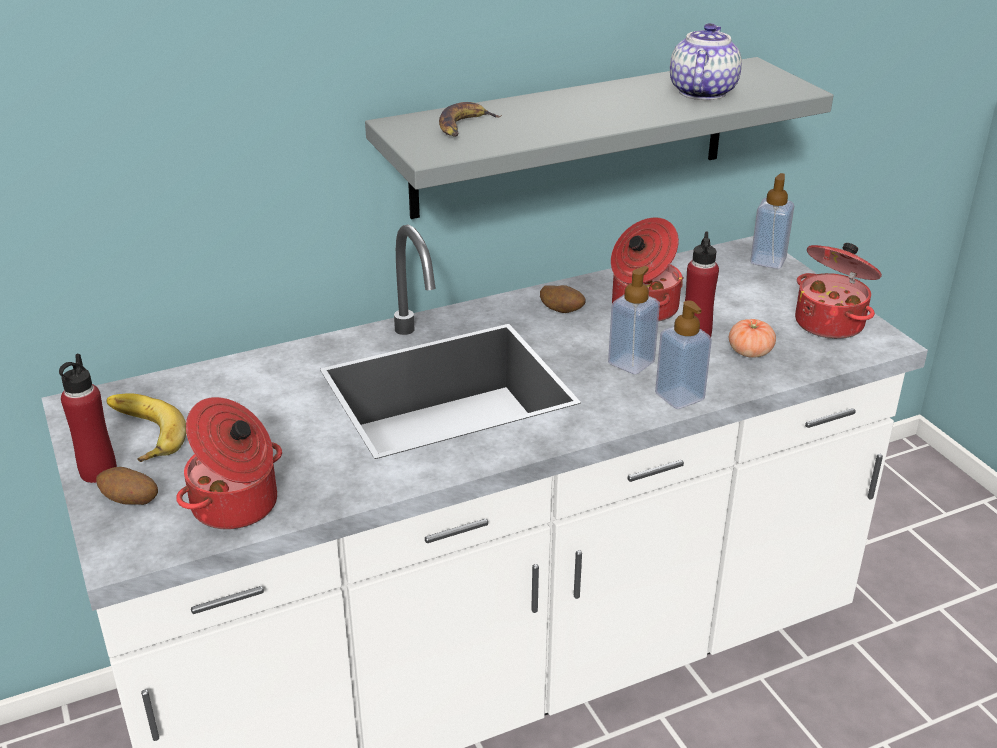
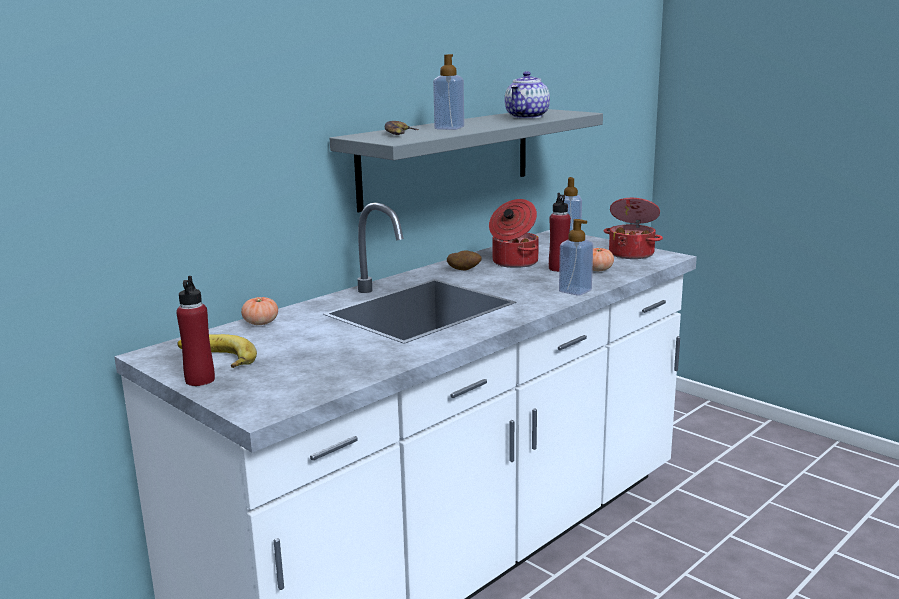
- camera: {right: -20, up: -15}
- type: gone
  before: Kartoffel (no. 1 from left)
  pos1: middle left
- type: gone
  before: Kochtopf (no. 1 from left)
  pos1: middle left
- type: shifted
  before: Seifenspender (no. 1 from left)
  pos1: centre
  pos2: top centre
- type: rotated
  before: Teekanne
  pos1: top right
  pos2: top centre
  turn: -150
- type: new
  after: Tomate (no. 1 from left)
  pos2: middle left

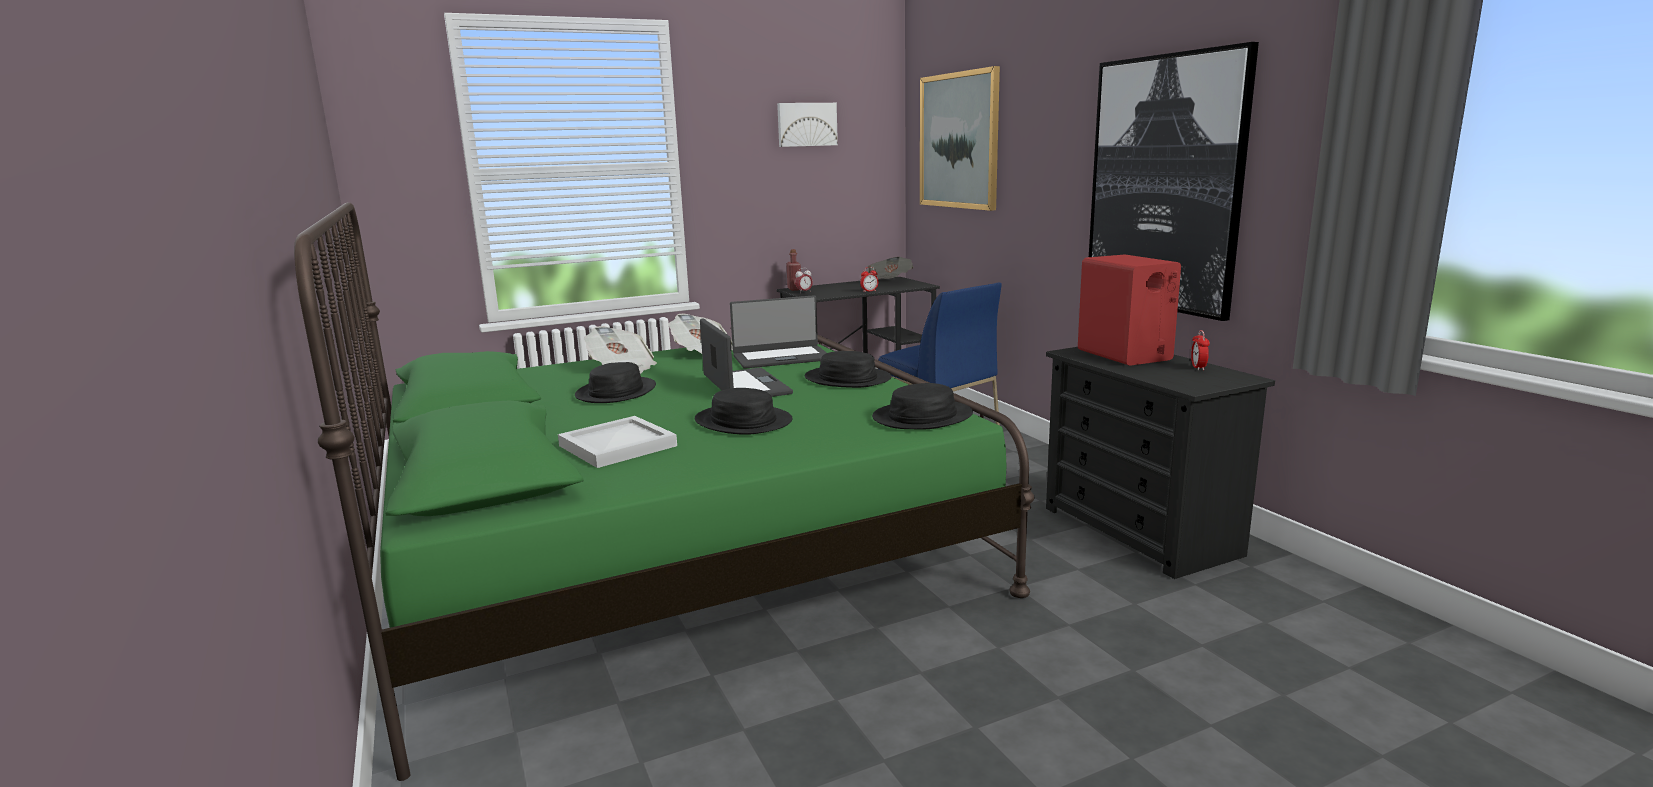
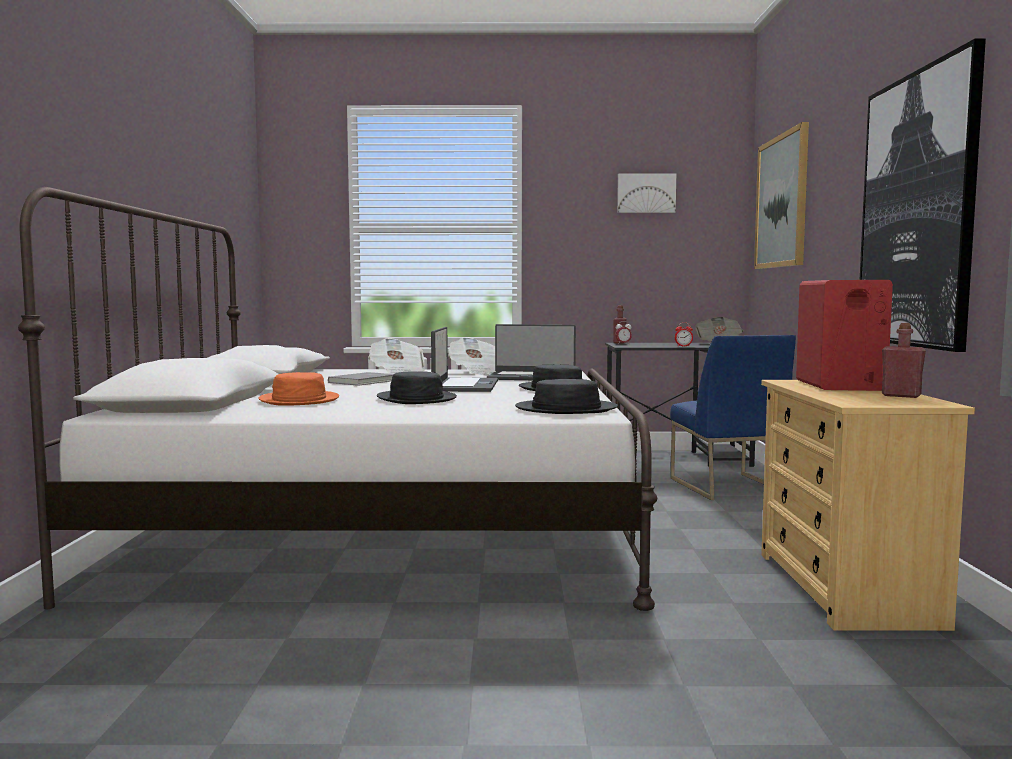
- camera: {right: 25, up: -10}
- type: repainted
  before: Bett (grün)
  after: Bett (weiß)
  pos1: centre
  pos2: middle left
- type: swapped
  before: Tablett (weiß)
  after: Hut (orange)
  pos1: centre
  pos2: middle left
- type: swapped
  before: Hut (schwarz) (no. 1 from left)
  after: Buch (grau)
  pos1: centre
  pos2: centre
- type: repainted
  before: Kommode (schwarz)
  after: Kommode (beige)
  pos1: middle right
  pos2: middle right
- type: swapped
  before: Wecker (no. 3 from left)
  after: Flasche (rot) (no. 2 from left)
  pos1: middle right
  pos2: middle right

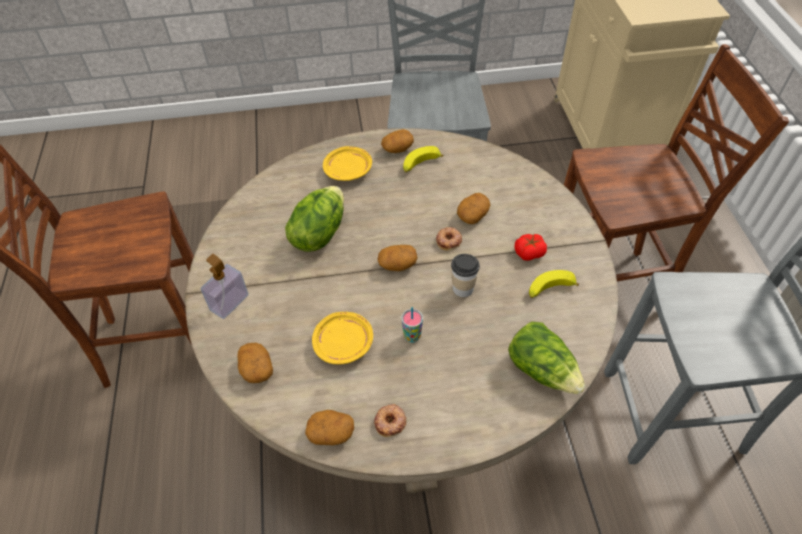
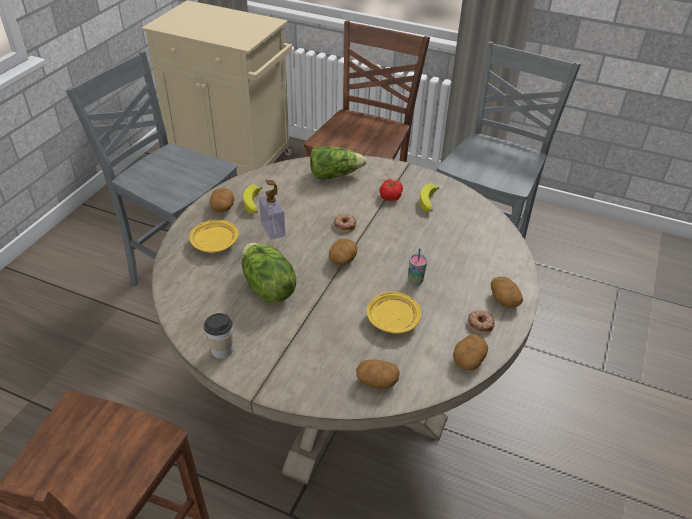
- camera: {right: -60, up: -10}
- type: shifted
  before: Seifenspender
  pos1: middle left
  pos2: centre
- type: shifted
  before: Tasse (no. 2 from left in the first image)
  after: Tasse (no. 1 from left)
  pos1: centre
  pos2: middle left
- type: shifted
  before: Kartoffel (no. 5 from left)
  pos1: centre
  pos2: middle right
- type: shifted
  before: Salatkopf (no. 2 from left)
  pos1: bottom right
  pos2: top centre

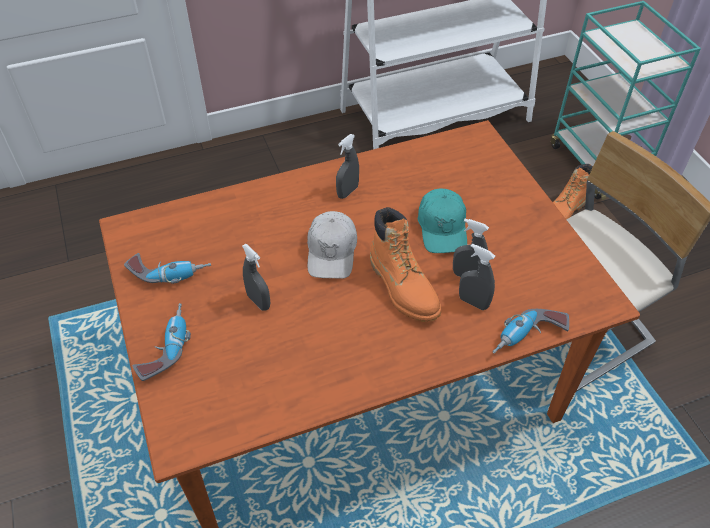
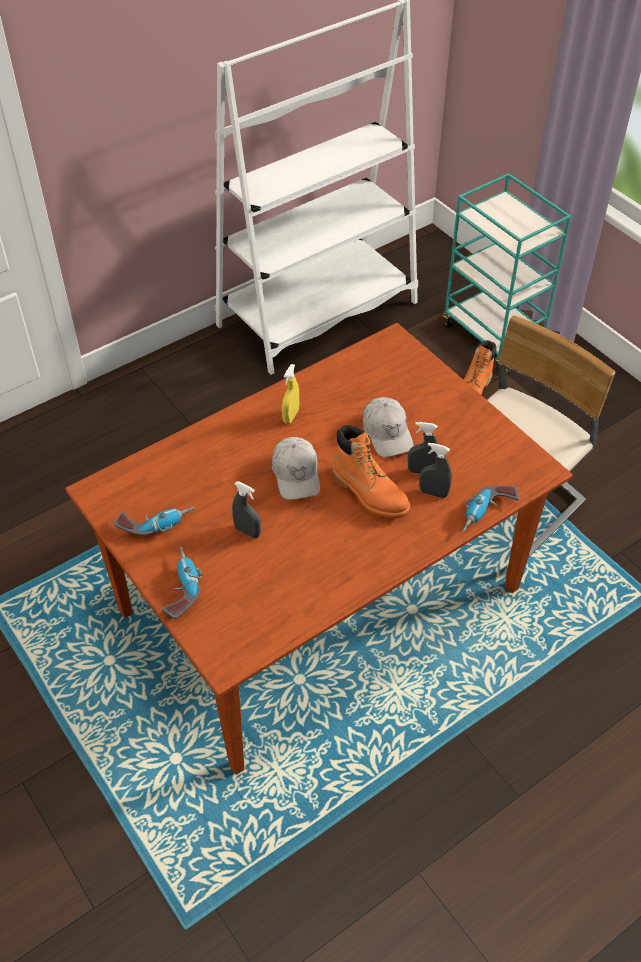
- camera: {right: -15, up: 0}
- type: repainted
  before: Sprühflasche (grau) (no. 2 from left)
  after: Sprühflasche (gelb)
  pos1: top centre
  pos2: centre
- type: repainted
  before: Kappe (türkis)
  after: Kappe (weiß) (no. 2 from left)
  pos1: centre
  pos2: centre

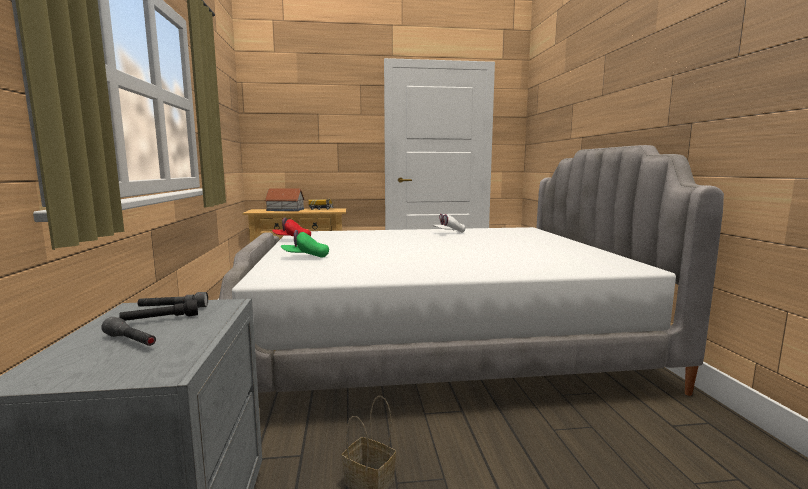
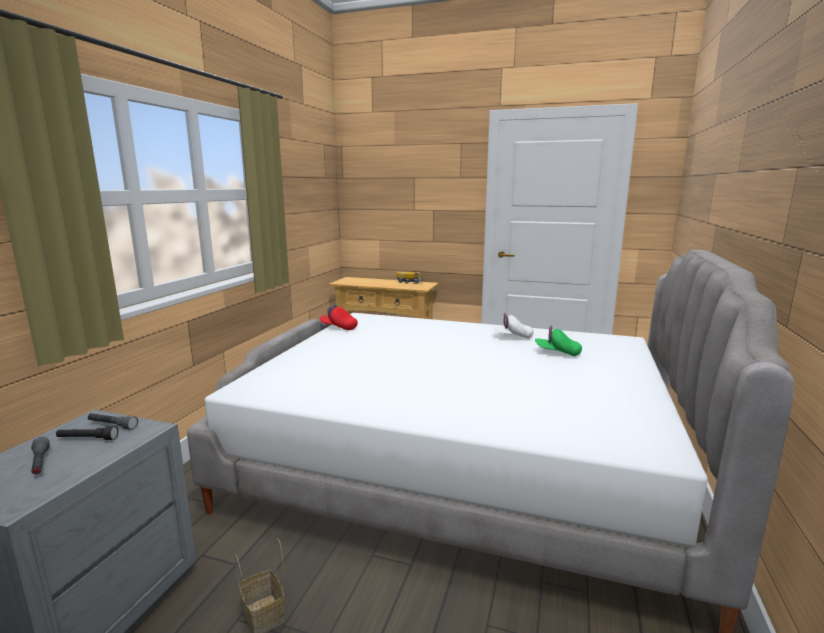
- camera: {right: 25, up: 5}
- type: gone
  before: Spielzeughaus
  pos1: centre
- type: shifted
  before: Kappe (grün)
  pos1: centre
  pos2: middle right

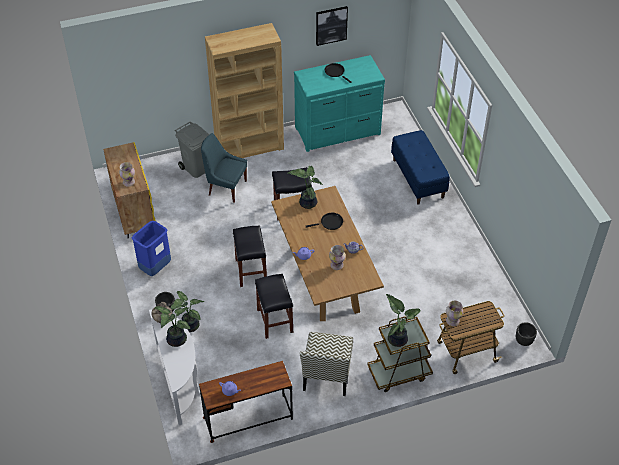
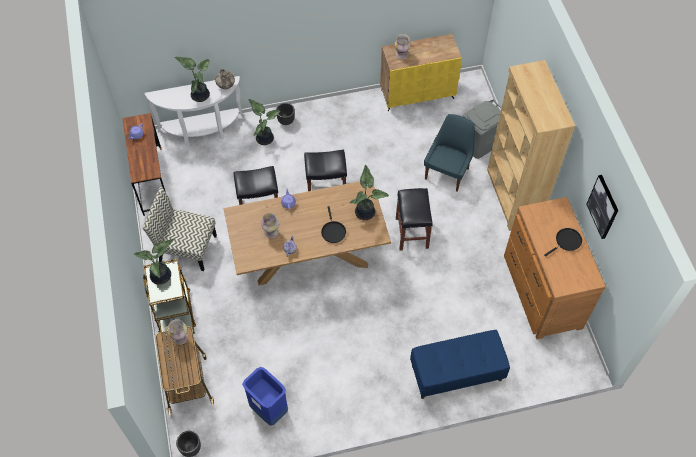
- camera: {right: 95, up: 10}
- type: shifted
  before: Mülleimer (blau)
  pos1: middle left
  pos2: bottom centre
- type: repainted
  before: Kommode (türkis)
  after: Kommode (braun)
  pos1: top centre
  pos2: middle right

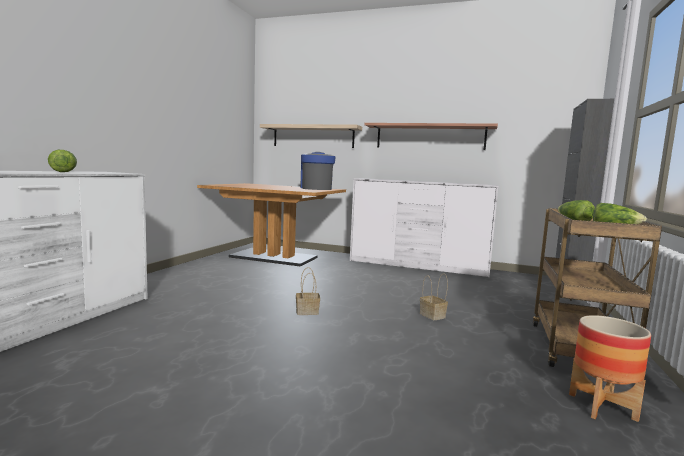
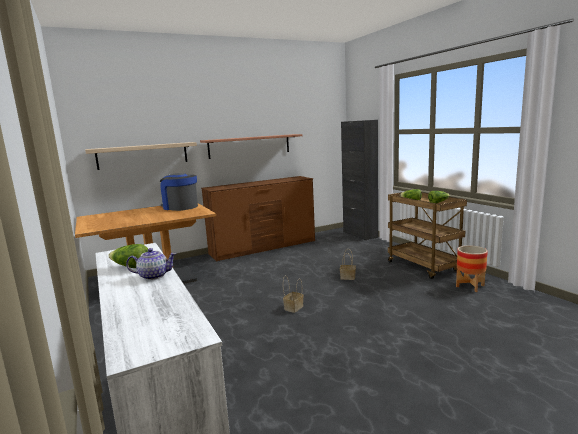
- camera: {right: -45, up: 5}
- type: repainted
  before: Kommode (weiß) (no. 2 from left)
  after: Kommode (braun)
  pos1: centre
  pos2: centre
- type: new
  after: Teekanne
  pos2: middle left

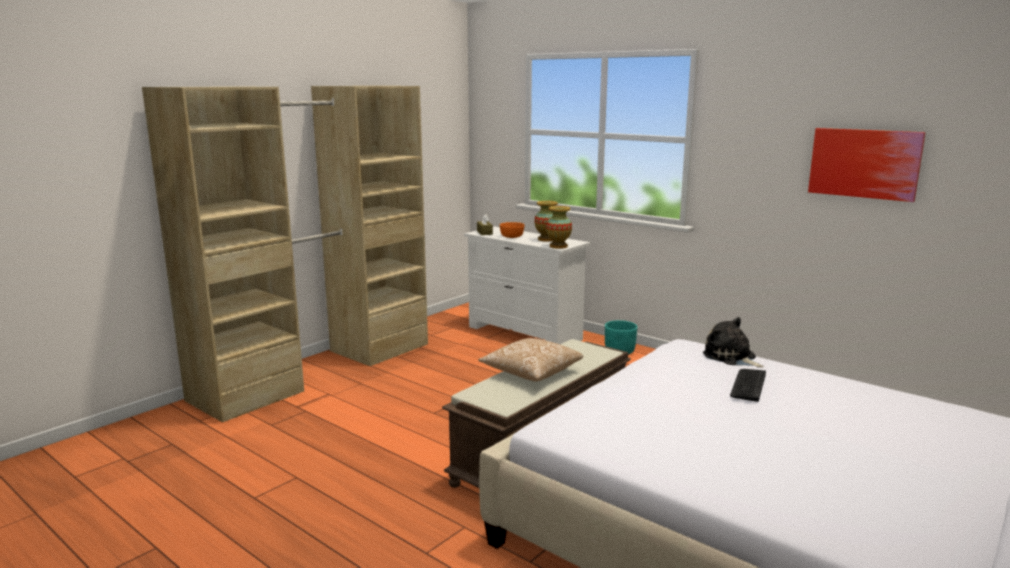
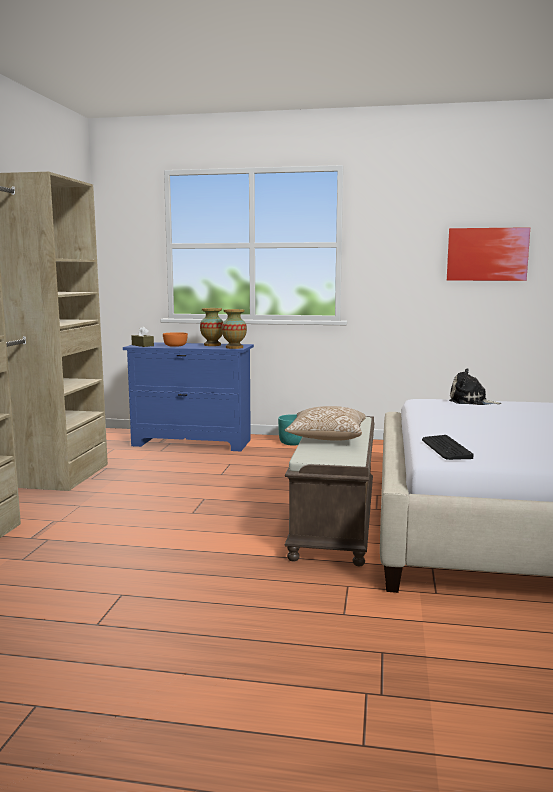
- camera: {right: -30, up: -5}
- type: repainted
  before: Kommode (weiß)
  after: Kommode (blau)
  pos1: centre
  pos2: centre
- type: shifted
  before: Tastatur
  pos1: bottom right
  pos2: middle right

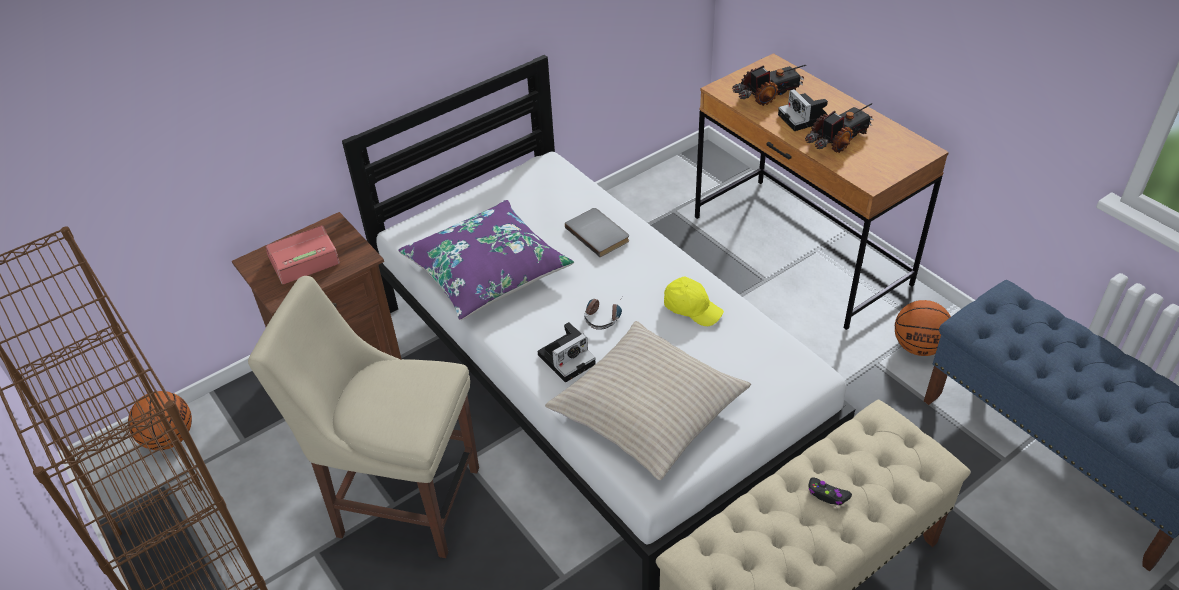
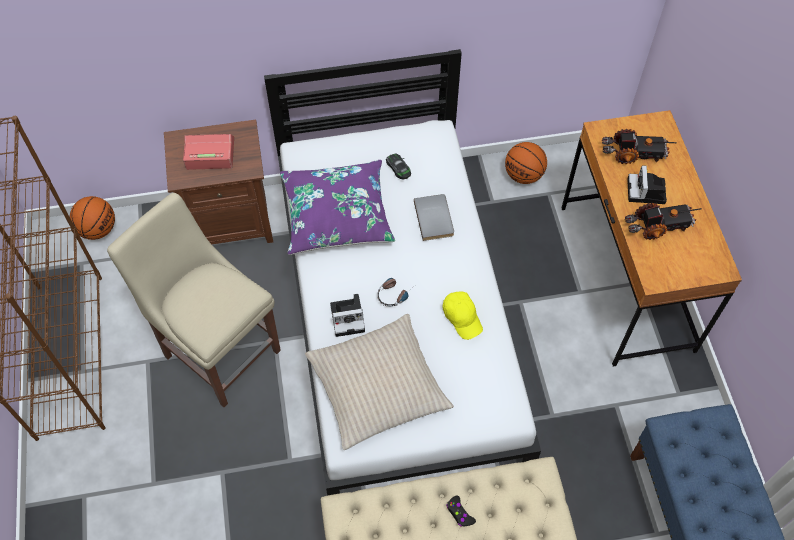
- camera: {right: 25, up: 15}
- type: shifted
  before: Basketball (no. 2 from left)
  pos1: middle right
  pos2: top centre
- type: new
  after: Spielzeugauto
  pos2: top centre

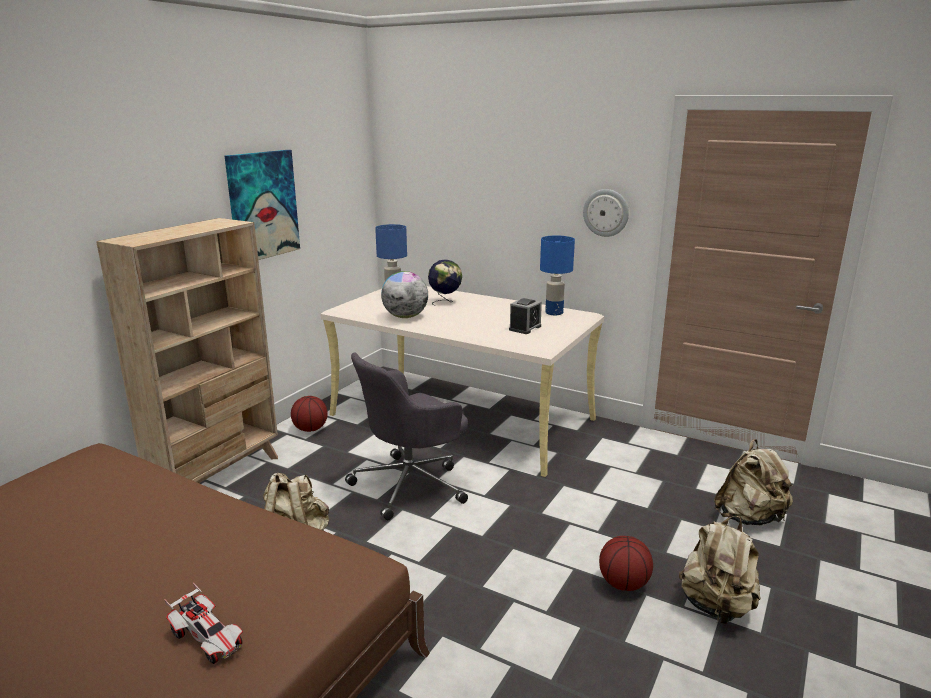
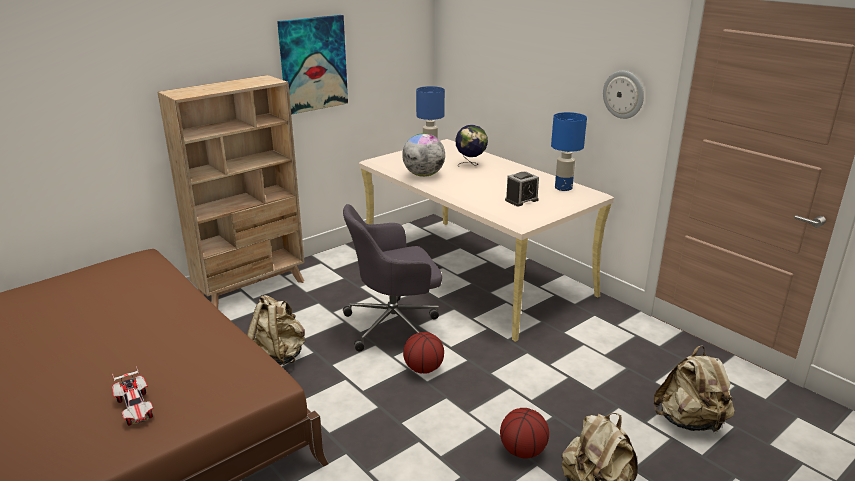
- camera: {right: 20, up: 5}
- type: shifted
  before: Basketball (no. 1 from left)
  pos1: middle left
  pos2: bottom centre

